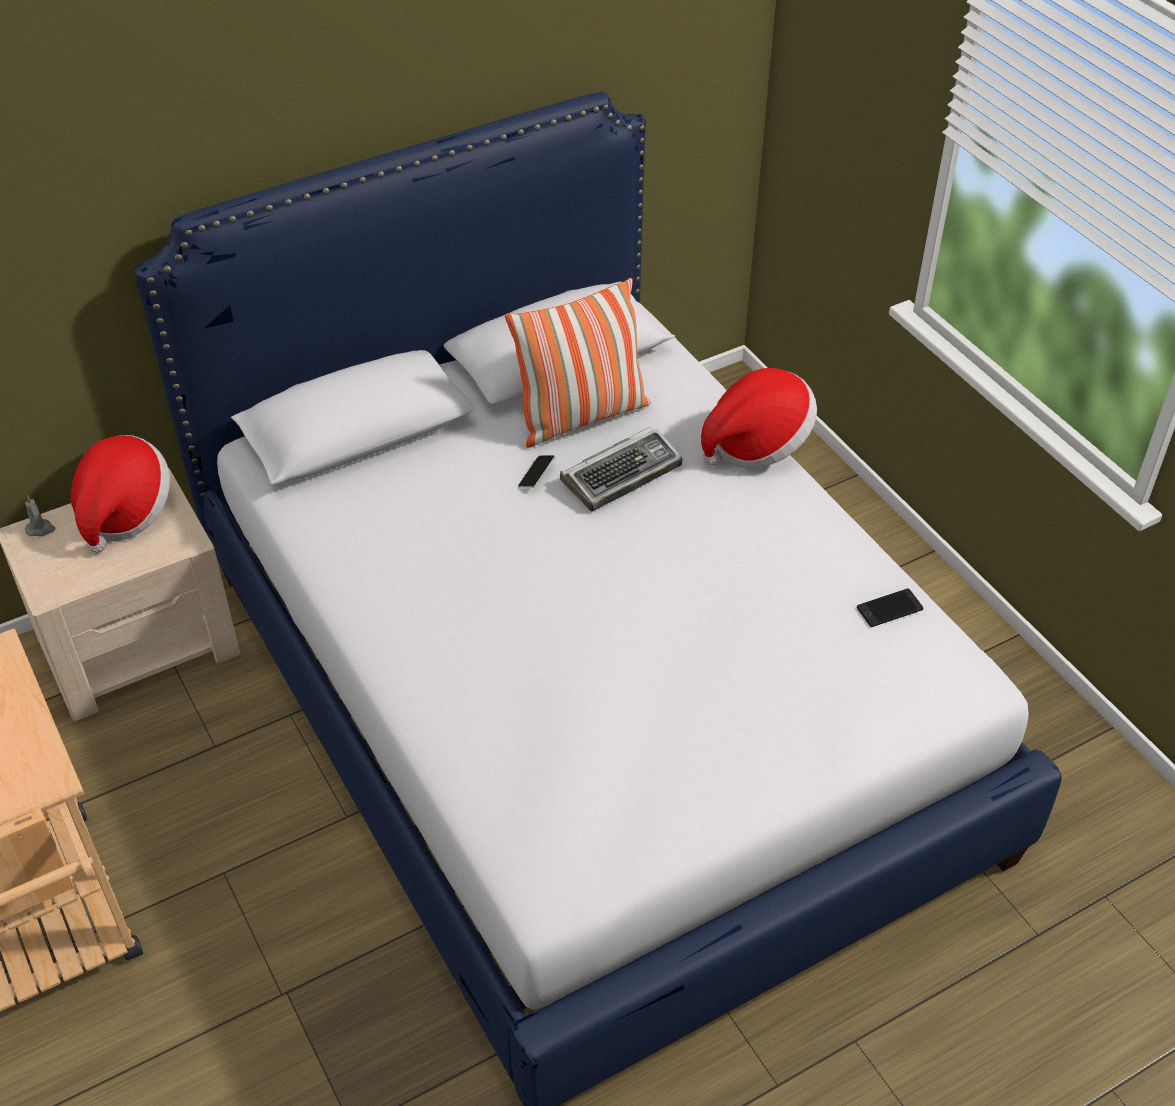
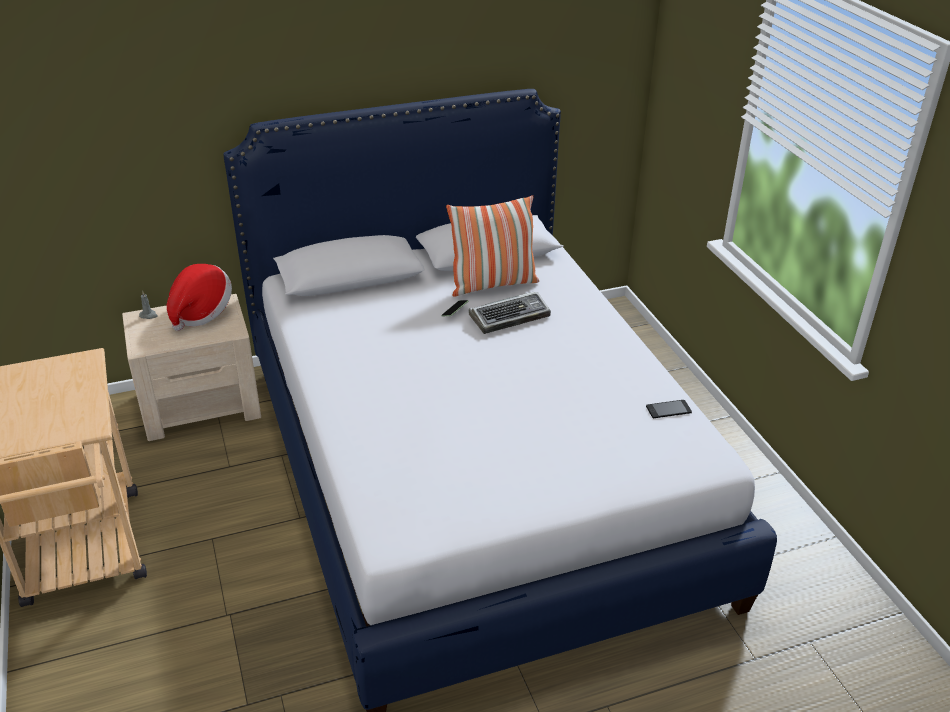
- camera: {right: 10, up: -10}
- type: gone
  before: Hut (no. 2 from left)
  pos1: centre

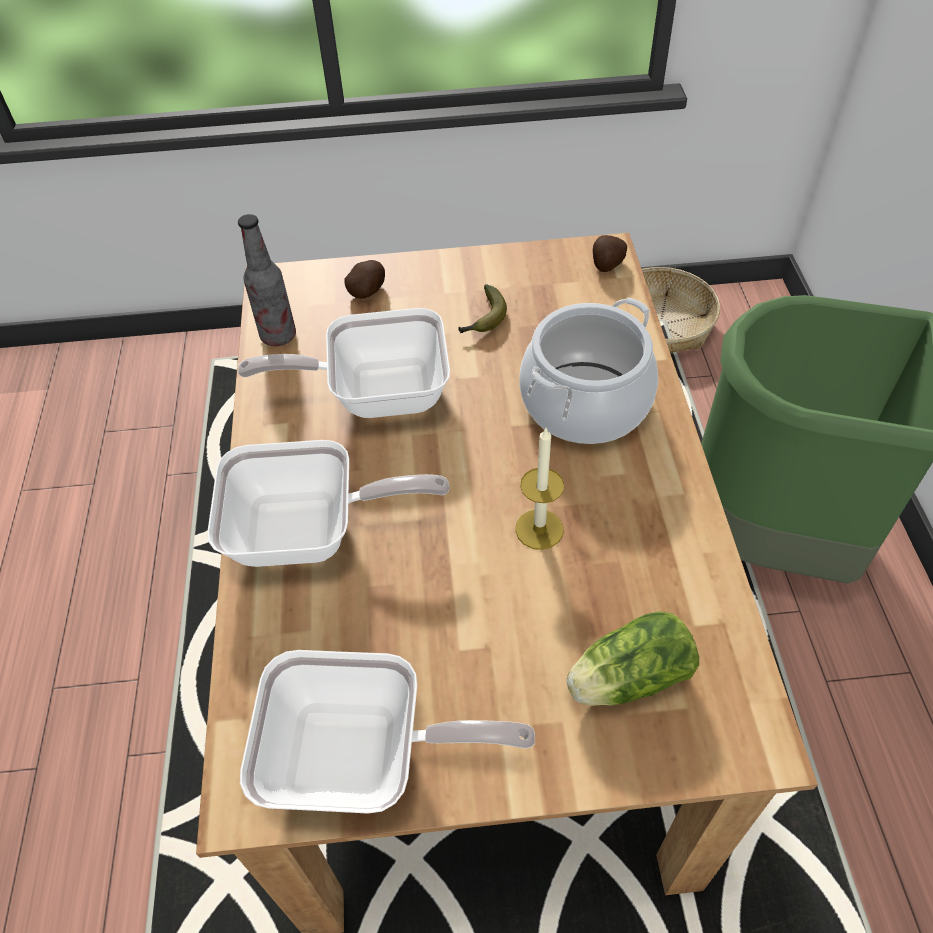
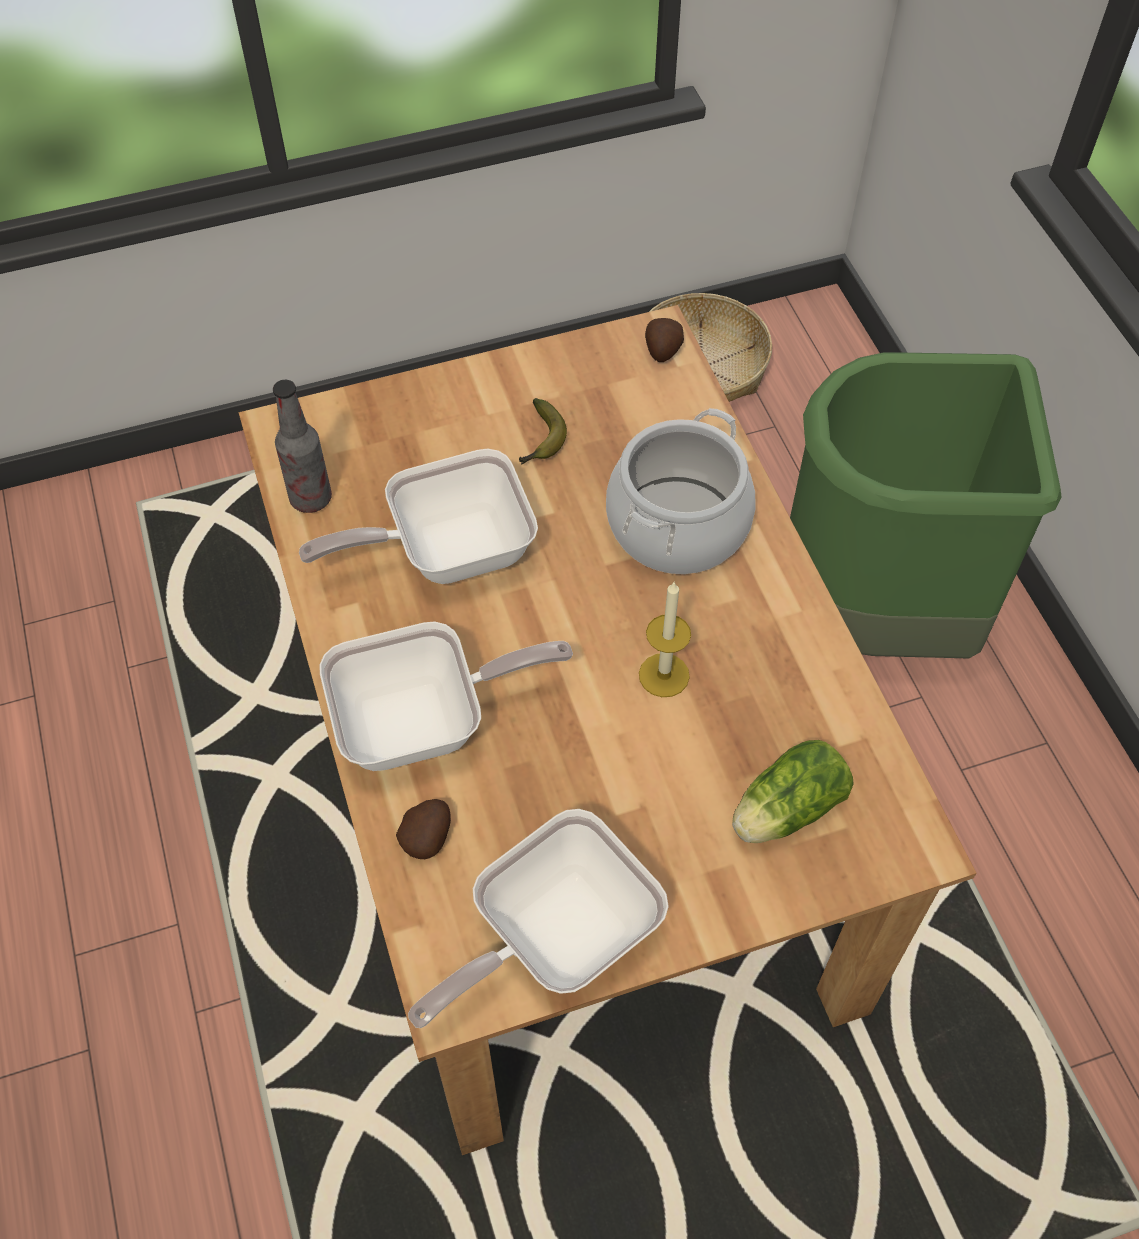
- camera: {right: -15, up: 5}
- type: rotated
  before: Pfanne (no. 3 from left)
  pos1: bottom centre
  pos2: bottom centre
  turn: 150
- type: shifted
  before: Kartoffel (no. 1 from left)
  pos1: top centre
  pos2: bottom centre

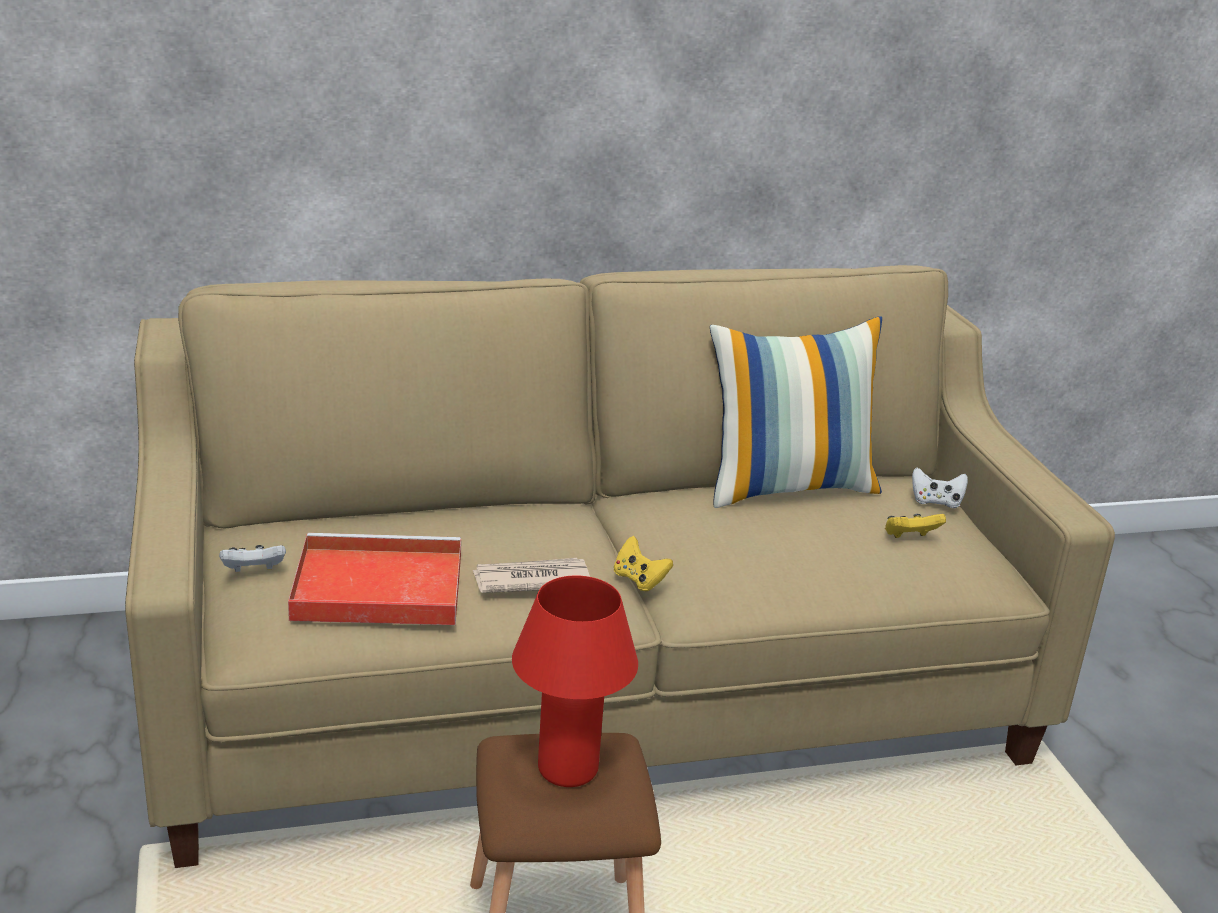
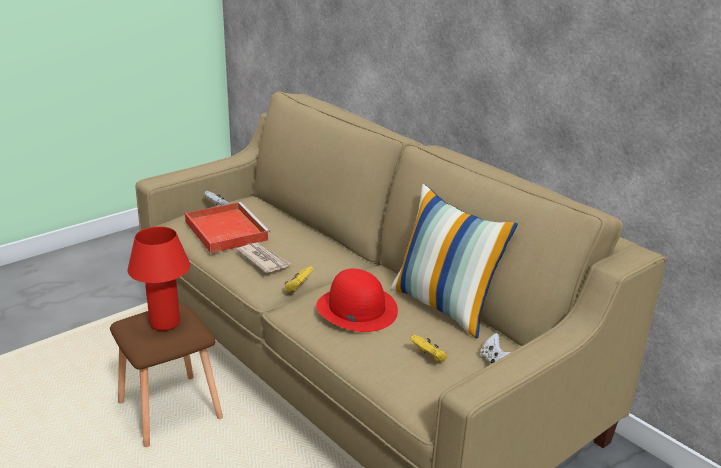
- camera: {right: 65, up: 0}
- type: new
  after: Hut (rot)
  pos2: centre

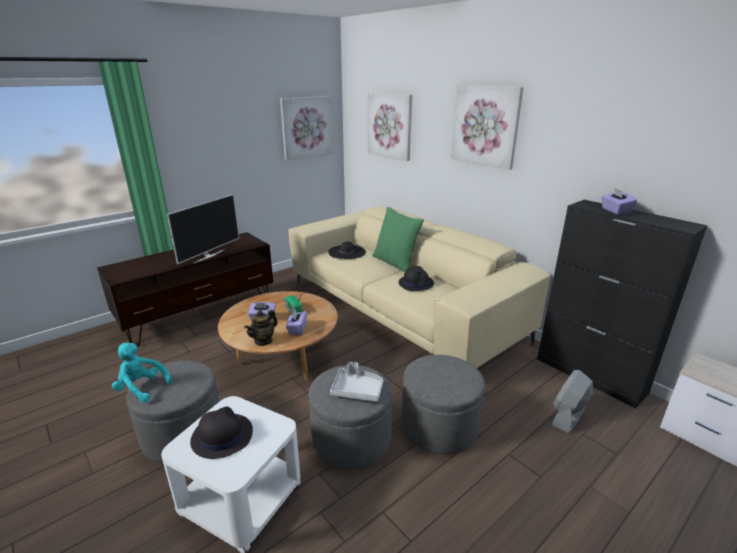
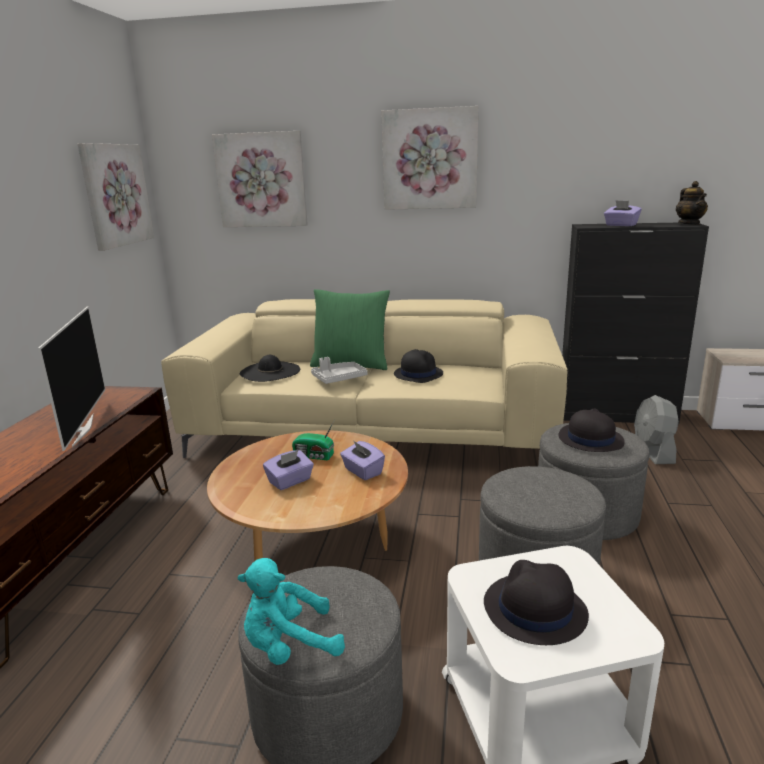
- camera: {right: -40, up: -5}
- type: shifted
  before: Teekanne
  pos1: centre
  pos2: top right
- type: shifted
  before: Tablett (grau)
  pos1: bottom centre
  pos2: centre
- type: new
  after: Hut (schwarz) (no. 4 from left)
  pos2: middle right

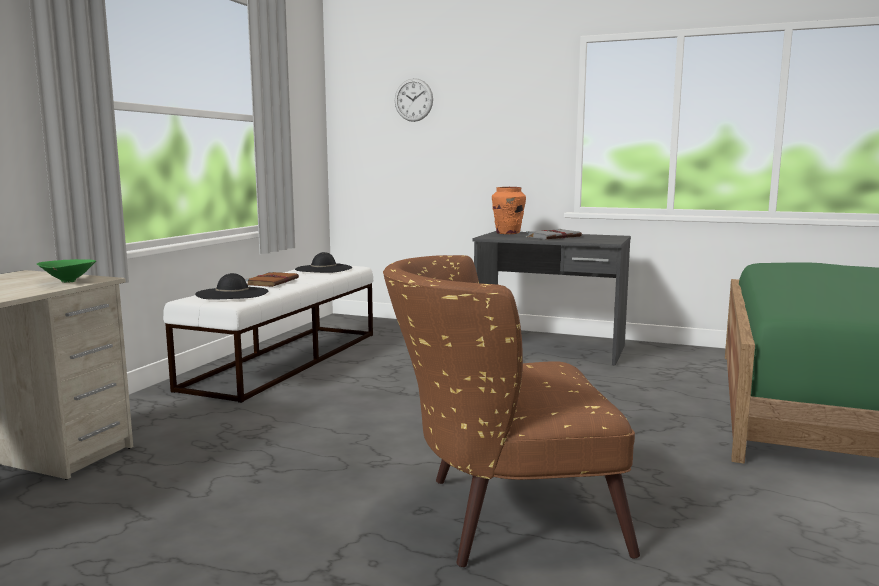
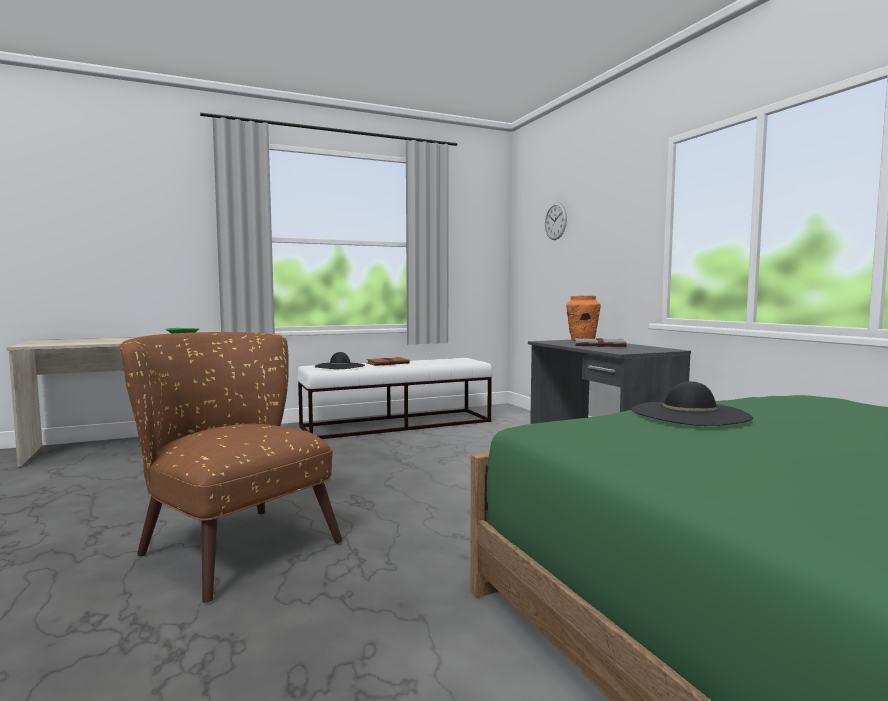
- camera: {right: 45, up: -5}
- type: shifted
  before: Hut (schwarz) (no. 2 from left)
  pos1: centre
  pos2: middle right

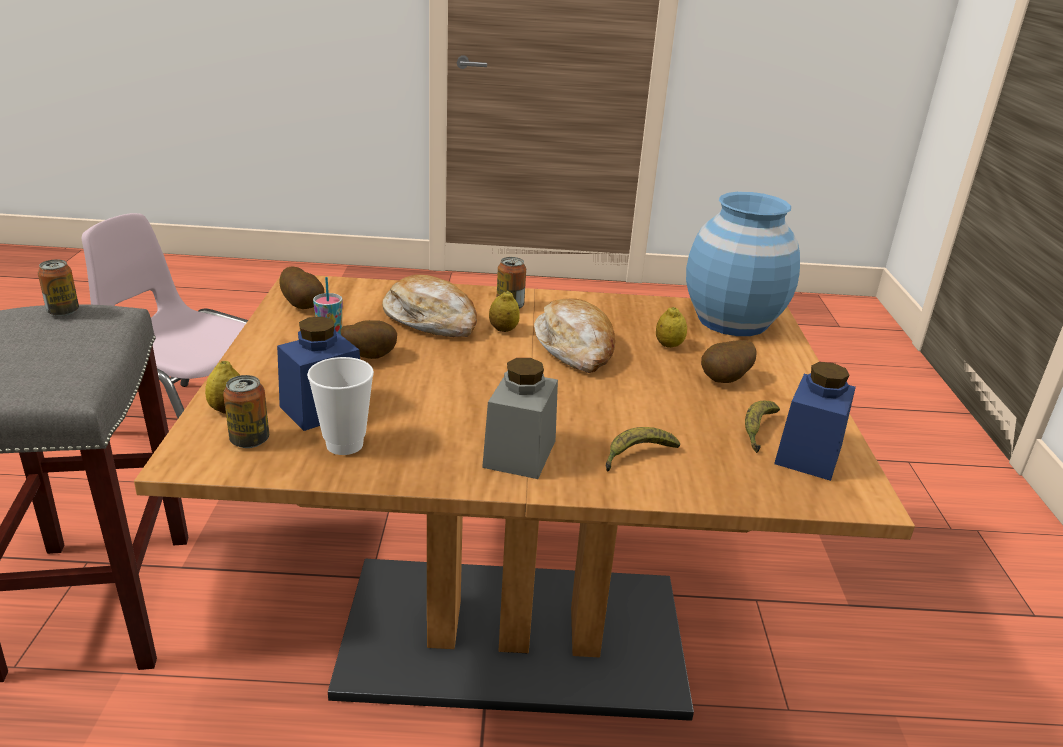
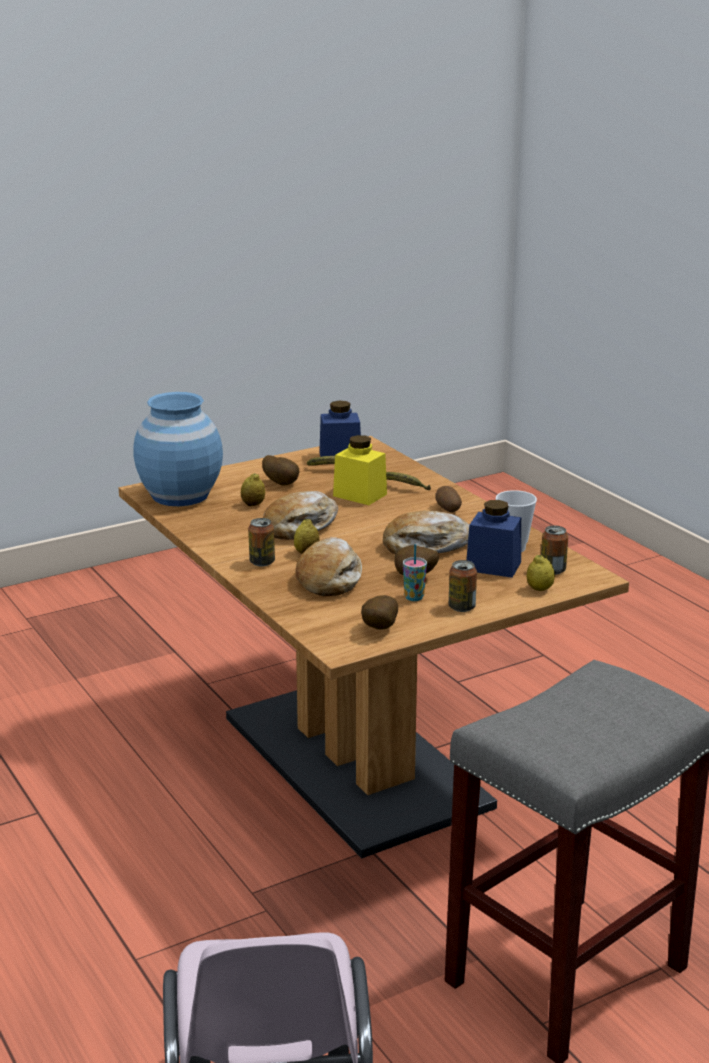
- camera: {right: -120, up: -5}
- type: shifted
  before: Dose (no. 1 from left in the first image)
  after: Dose (no. 2 from left)
  pos1: middle left
  pos2: centre
- type: swapped
  before: Vorratsglas (grau)
  after: Kartoffel (no. 4 from left)
  pos1: centre
  pos2: centre
- type: new
  after: Vorratsglas (gelb)
  pos2: centre
- type: new
  after: Brot (no. 3 from left)
  pos2: centre

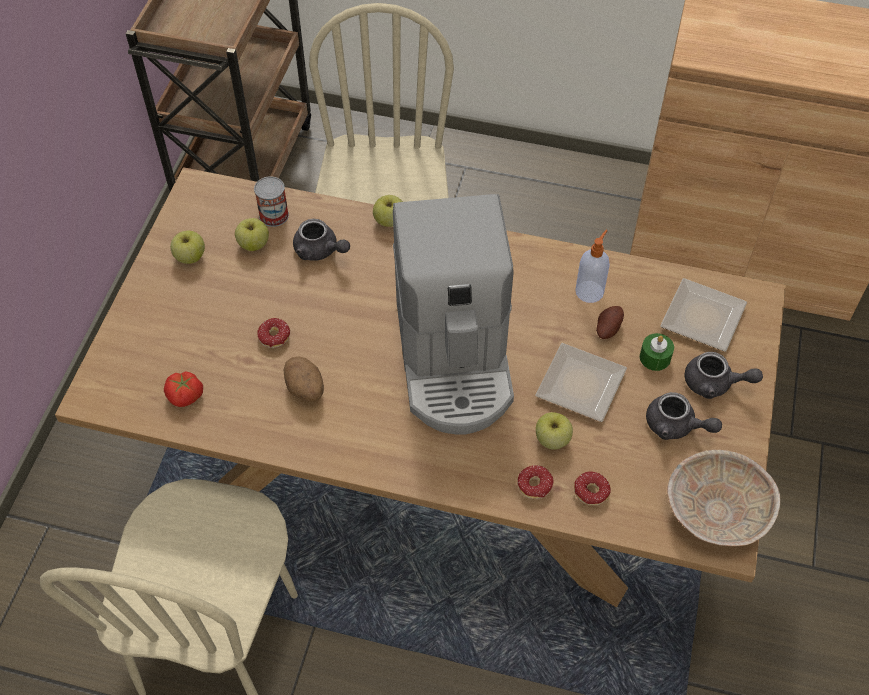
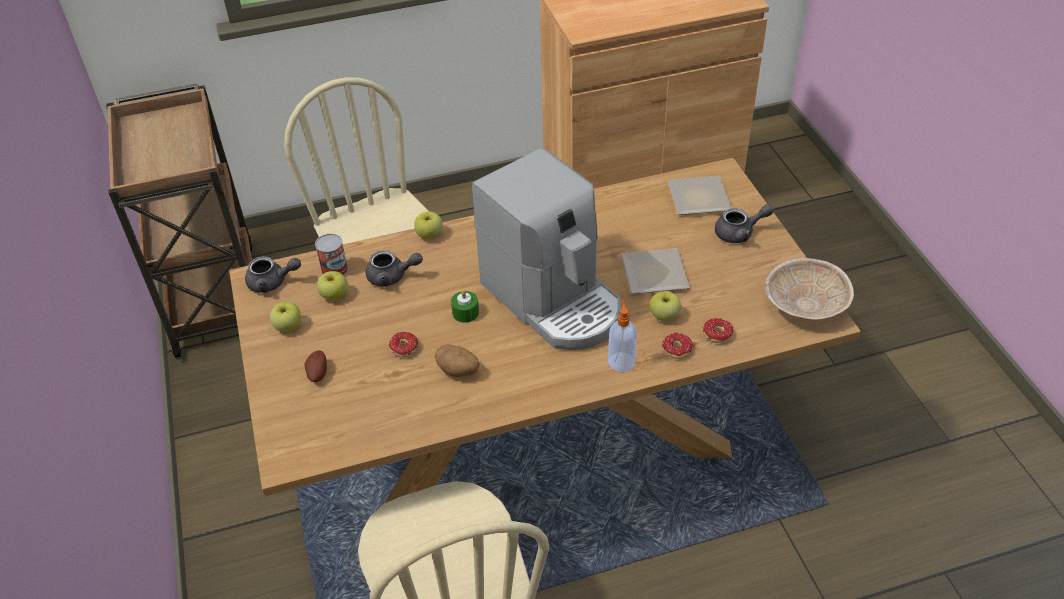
- camera: {right: -30, up: -10}
- type: gone
  before: Tomate
  pos1: middle left
- type: shifted
  before: Seifenspender
  pos1: middle right
  pos2: centre
- type: shifted
  before: Kartoffel (no. 2 from left in the first image)
  after: Kartoffel (no. 1 from left)
  pos1: middle right
  pos2: middle left
- type: shifted
  before: Kerze (grün)
  pos1: middle right
  pos2: centre
- type: shifted
  before: Teekanne (grau) (no. 2 from left in the first image)
  after: Teekanne (grau) (no. 1 from left)
  pos1: middle right
  pos2: middle left

